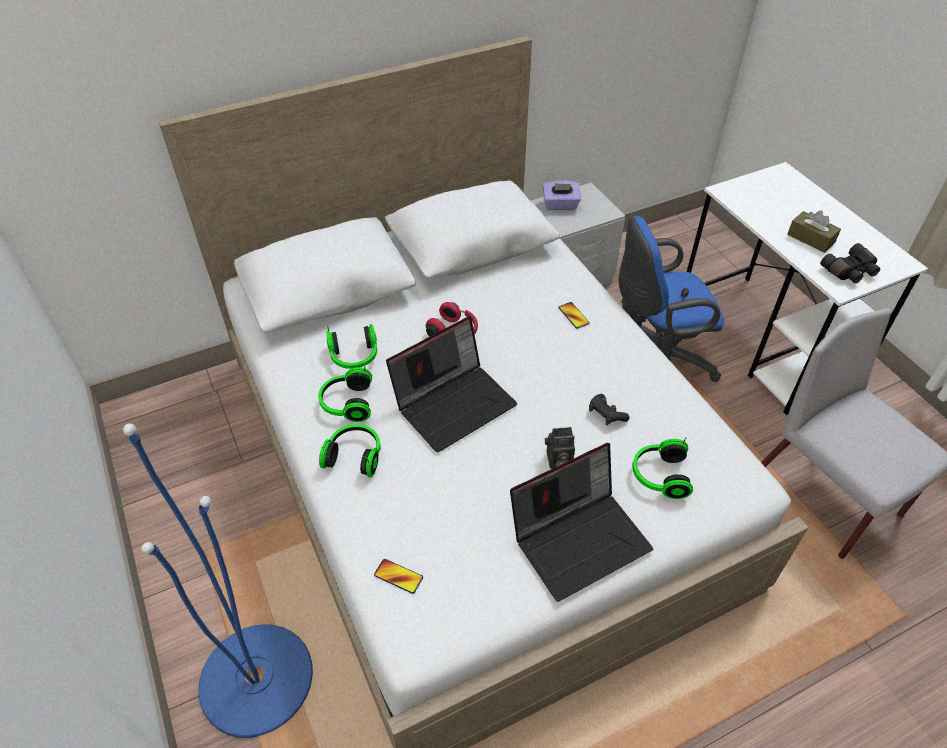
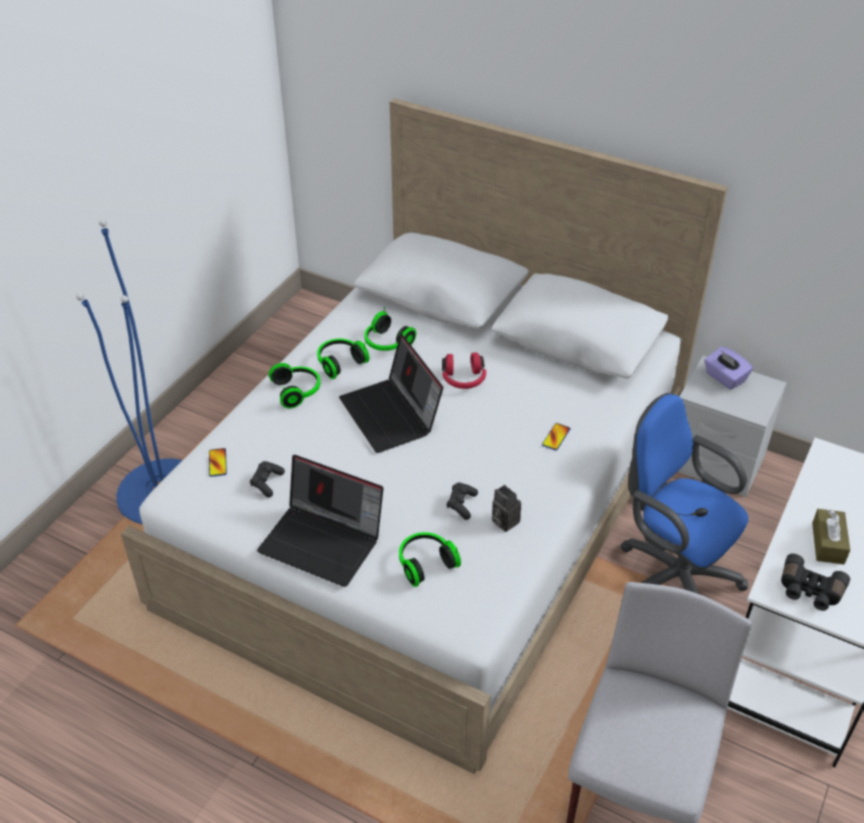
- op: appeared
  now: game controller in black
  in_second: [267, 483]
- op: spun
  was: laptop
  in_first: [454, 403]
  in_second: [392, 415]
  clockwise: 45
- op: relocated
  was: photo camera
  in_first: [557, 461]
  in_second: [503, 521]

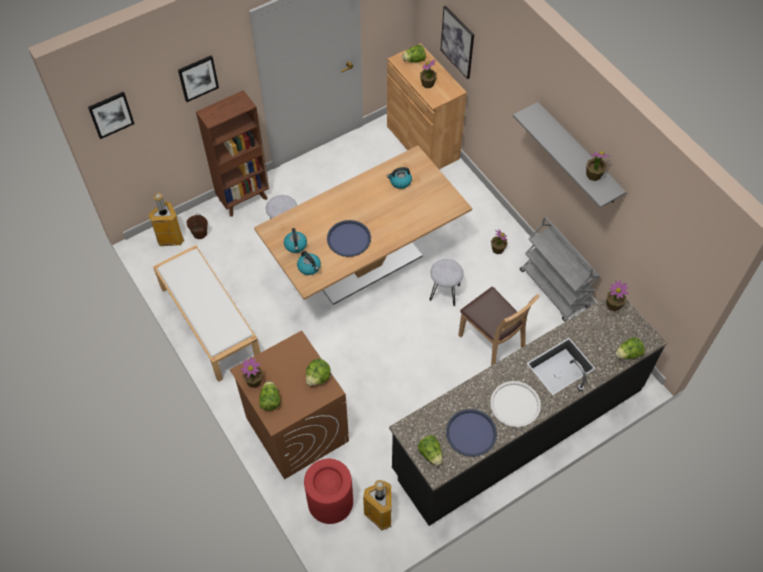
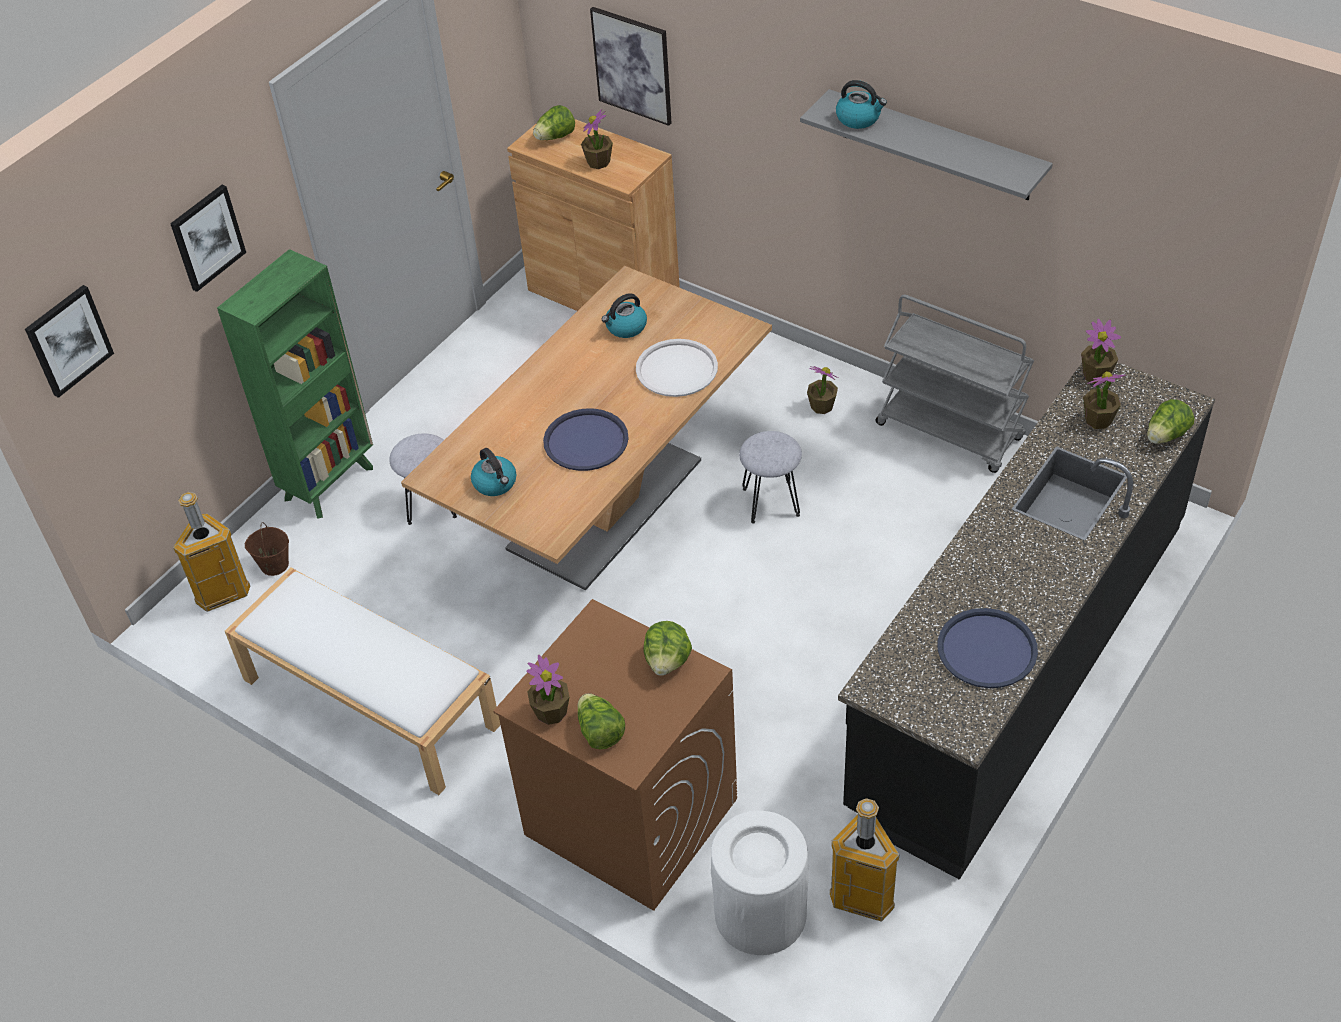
- op: colour
  was: bookcase in brown
  now: bookcase in green
  in_first: [244, 199]
  in_second: [330, 482]
- op: relocated
  was: tray in white
  in_first: [515, 404]
  in_second: [676, 369]
- op: colour
  was: trash can in red
  now: trash can in white
  in_first: [330, 502]
  in_second: [760, 913]
- op: relocated
  was: kettle
  in_first: [309, 267]
  in_second: [859, 118]
- op: relocated
  was: potted plant
  in_first: [593, 175]
  in_second: [1098, 420]
- op: missing
  was: lettuce
  in_first: [431, 454]
- op: missing
  was: chair in brown
  in_first: [491, 342]

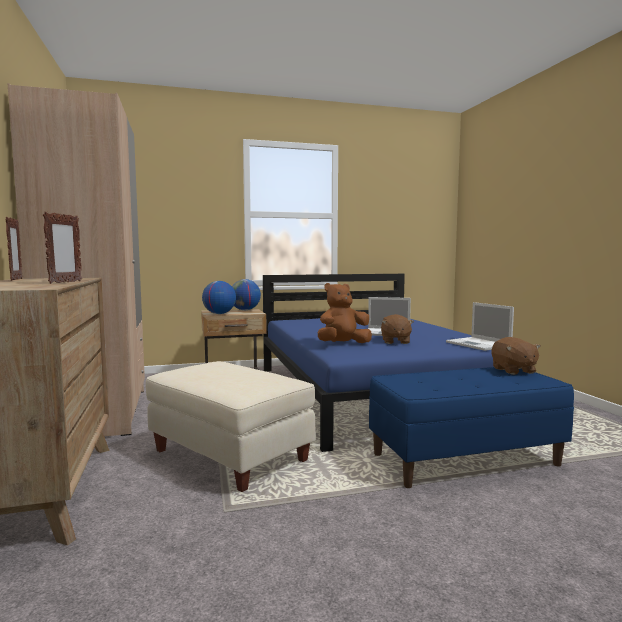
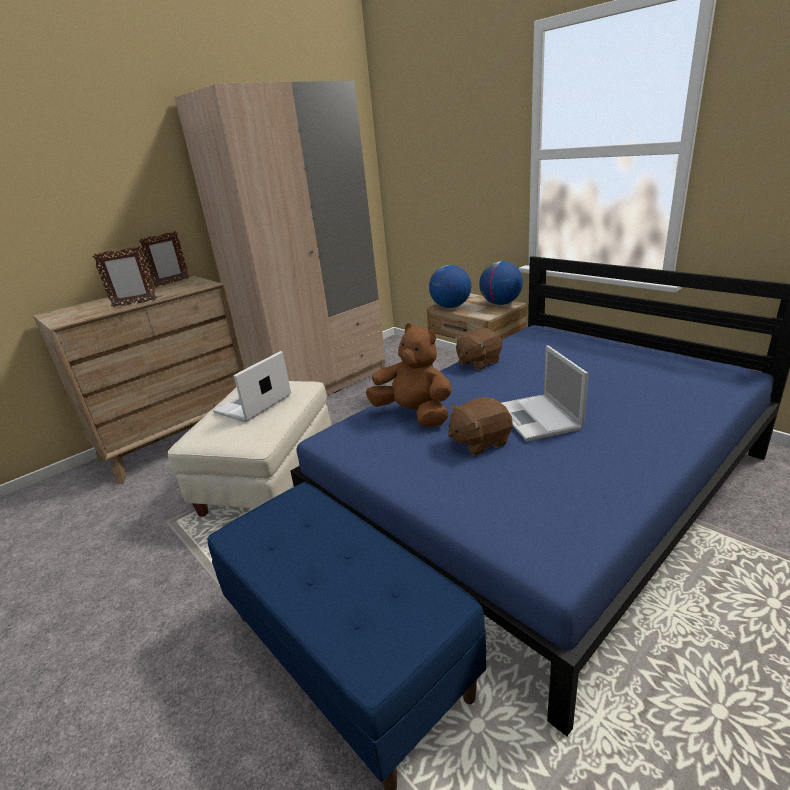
- op: relocated
  was: laptop
  in_first: [479, 344]
  in_second: [252, 405]
- op: relocated
  was: plush toy in brown
  in_first: [513, 370]
  in_second: [478, 362]

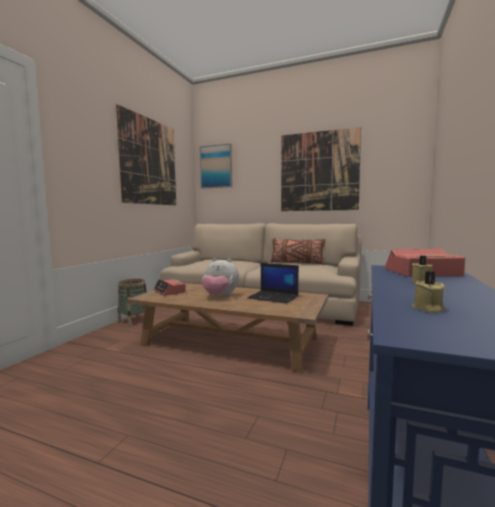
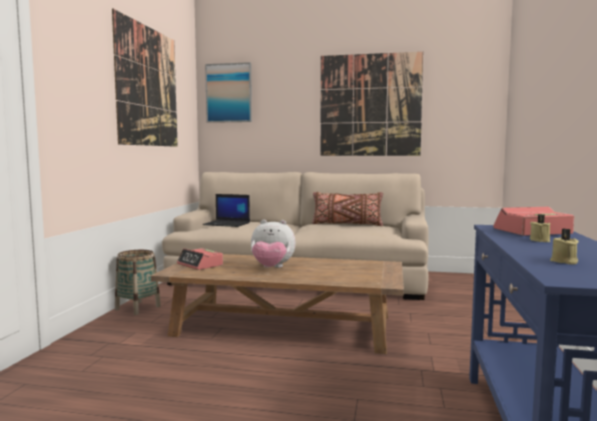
- op: relocated
  was: laptop
  in_first: [274, 297]
  in_second: [227, 224]

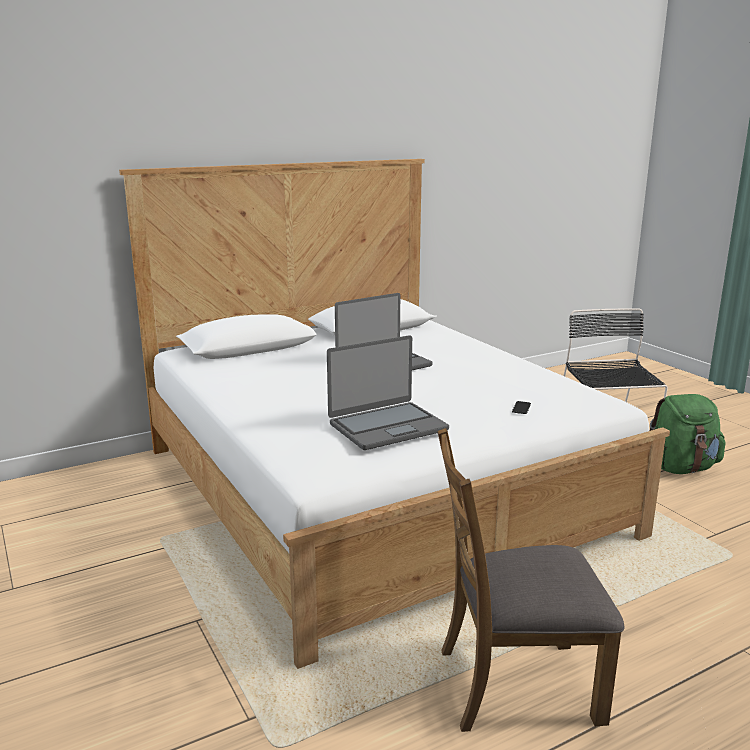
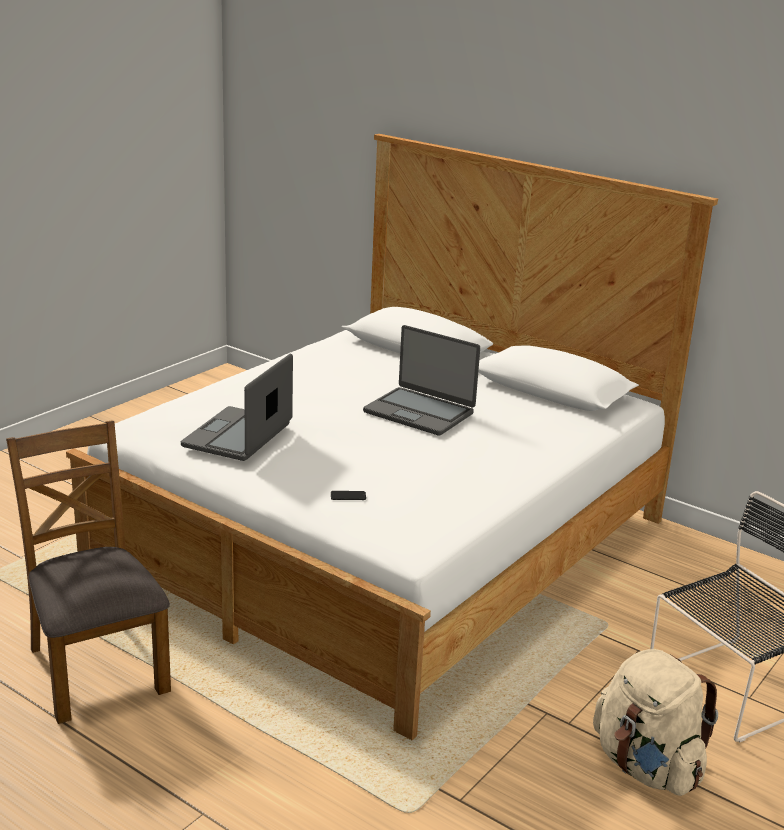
- op: spun
  was: laptop
  in_first: [387, 426]
  in_second: [239, 436]
  clockwise: 75
- op: colour
  was: backpack in green
  now: backpack in beige
  in_first: [680, 468]
  in_second: [647, 766]

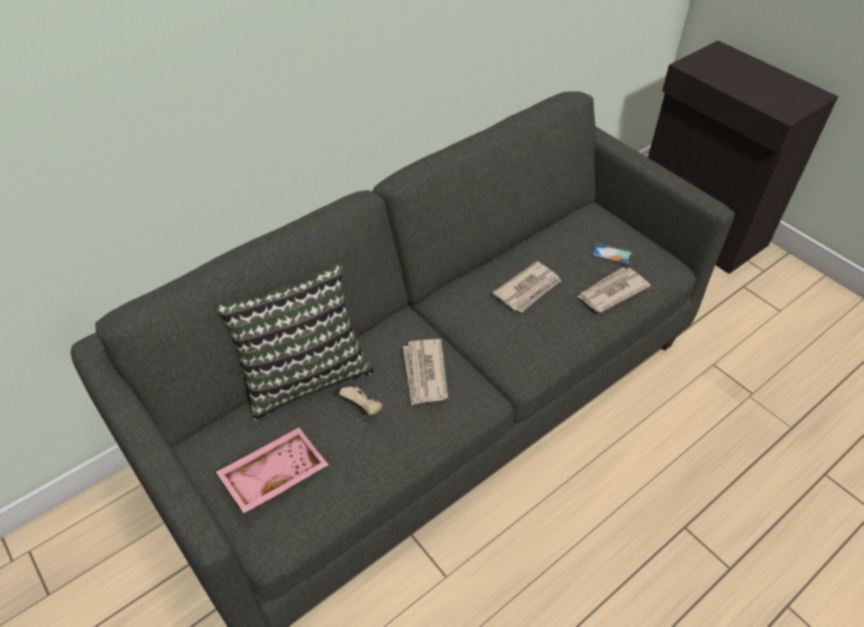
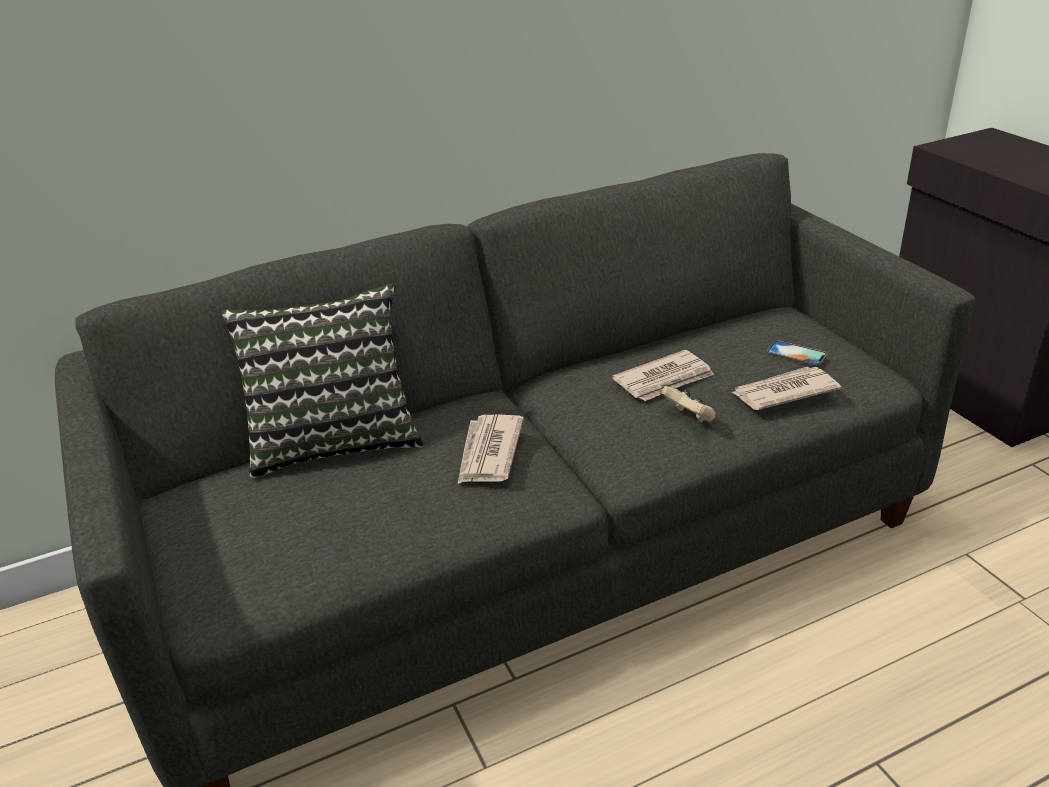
- op: relocated
  was: game controller in beige
  in_first: [363, 407]
  in_second: [689, 417]
- op: missing
  was: tray in pink
  in_first: [274, 474]

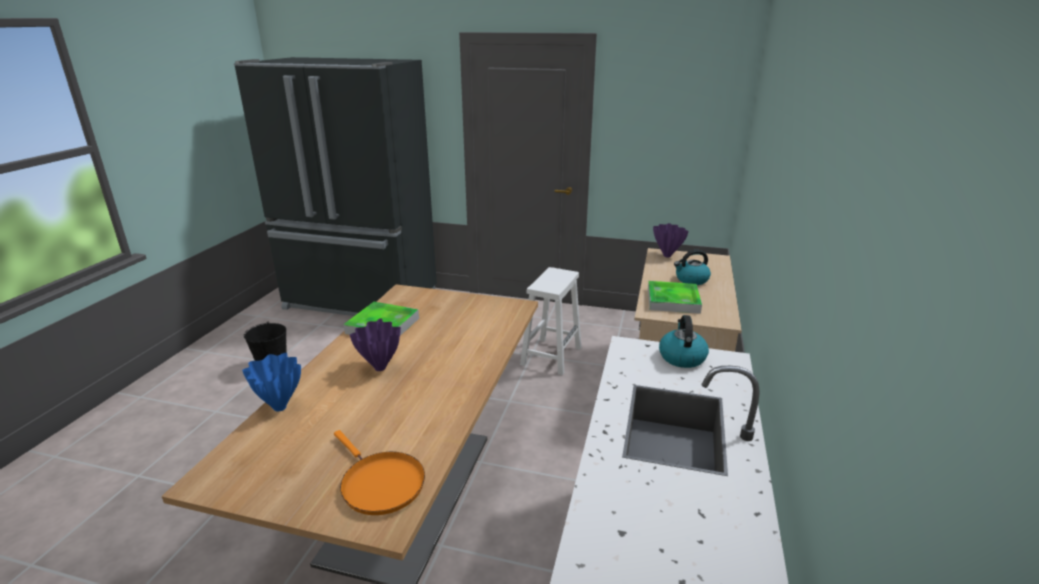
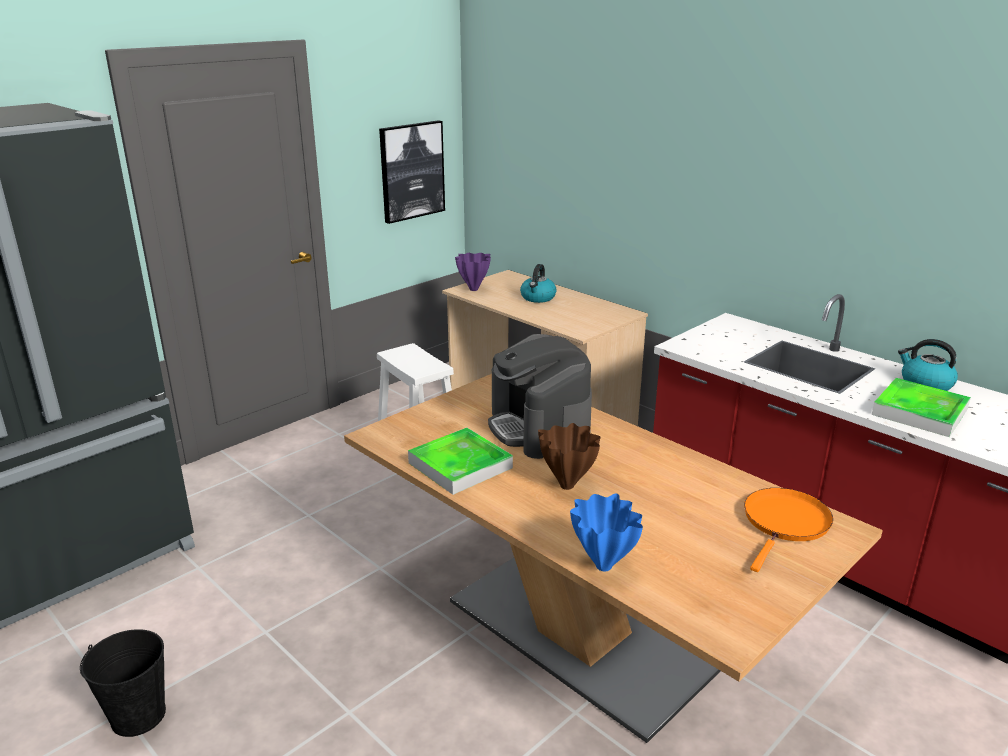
- op: appeared
  now: picture
  in_second: [411, 171]
- op: appeared
  now: coffee machine
  in_second: [539, 428]
- op: colour
  was: vase in purple
  now: vase in brown
  in_first: [380, 369]
  in_second: [568, 486]
- op: spun
  was: frying pan in orange
  in_first: [380, 483]
  in_second: [785, 523]
  clockwise: -45
- op: relocated
  was: tray
  in_first: [673, 300]
  in_second: [919, 412]
- op: relocated
  was: kettle
  in_first: [681, 357]
  in_second: [925, 384]

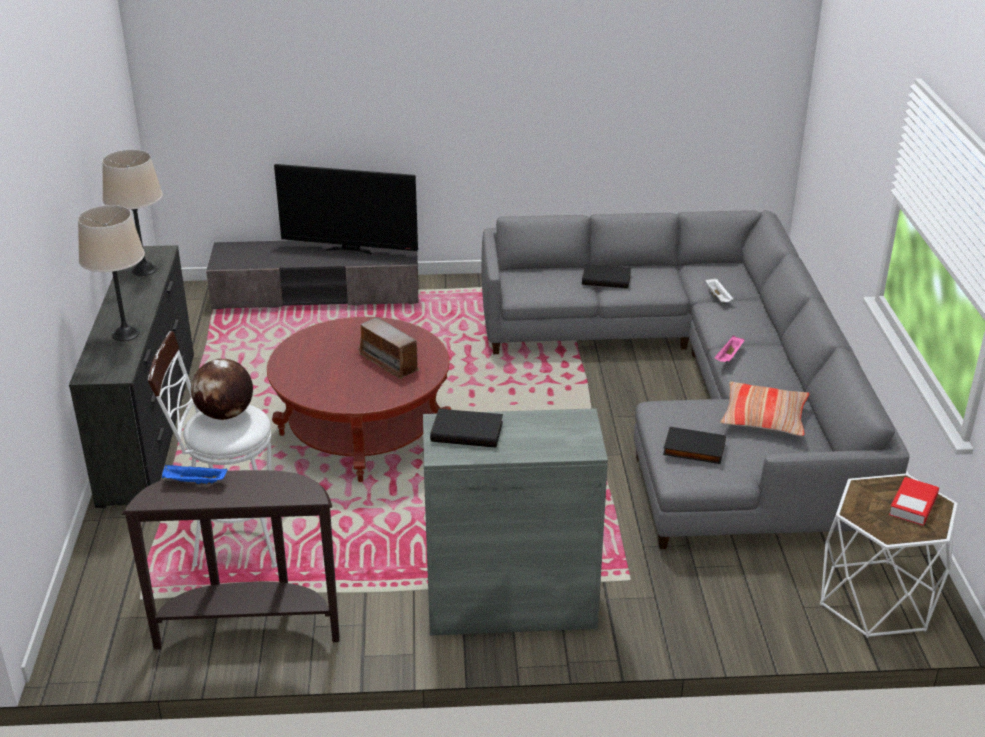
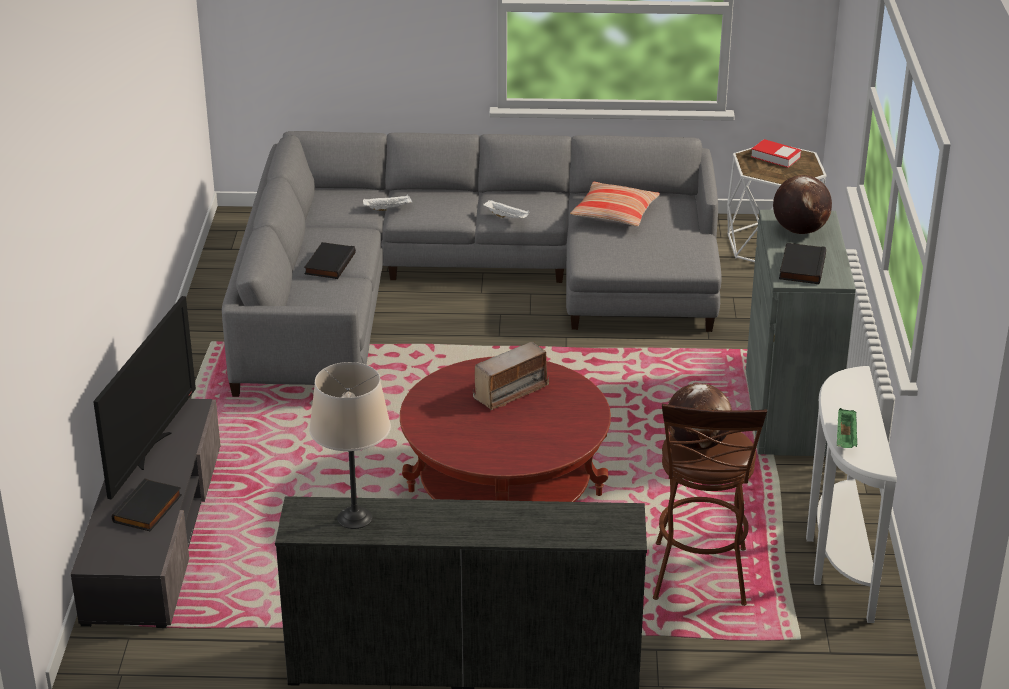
- op: relocated
  was: book in black
  in_first: [693, 449]
  in_second: [148, 509]
- op: colour
  was: tray in pink
  now: tray in white
  in_first: [729, 357]
  in_second: [507, 217]
- op: colour
  was: stool in white
  now: stool in brown
  in_first: [232, 540]
  in_second: [700, 580]
- op: appeared
  now: globe
  in_second: [799, 230]
- op: colour
  was: console table in brown
  now: console table in white
  in_first: [249, 628]
  in_second: [837, 562]
- op: colour
  was: tray in blue
  now: tray in green
  in_first: [194, 482]
  in_second: [846, 438]
- op: missing
  was: table lamp in beige
  in_first: [125, 334]

